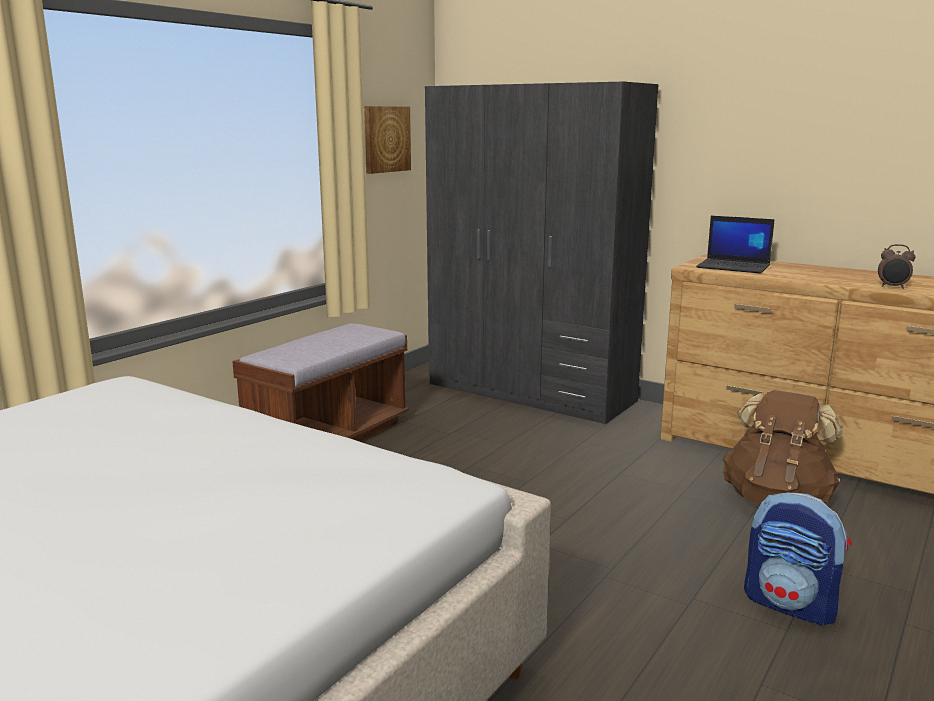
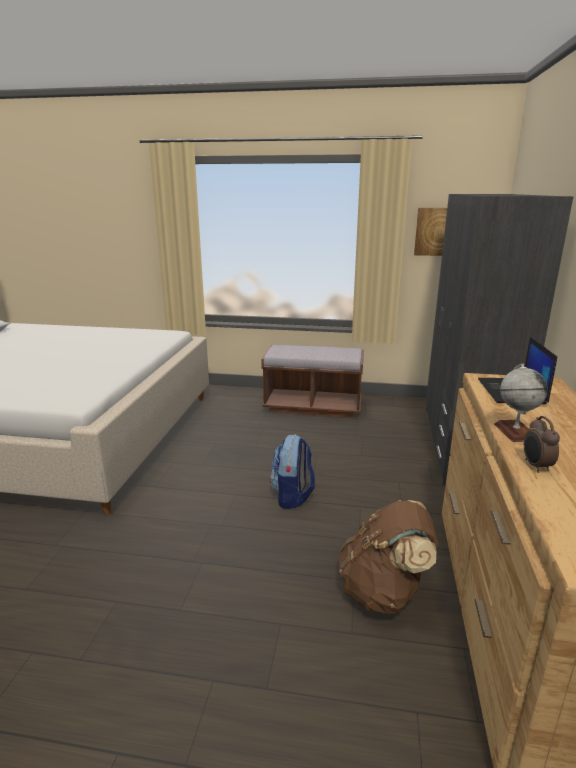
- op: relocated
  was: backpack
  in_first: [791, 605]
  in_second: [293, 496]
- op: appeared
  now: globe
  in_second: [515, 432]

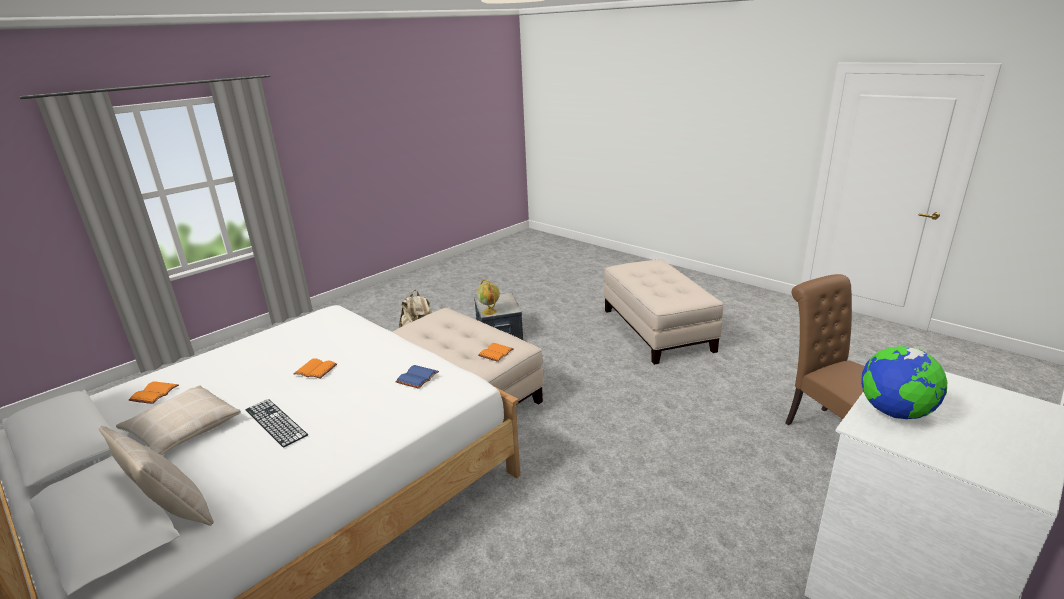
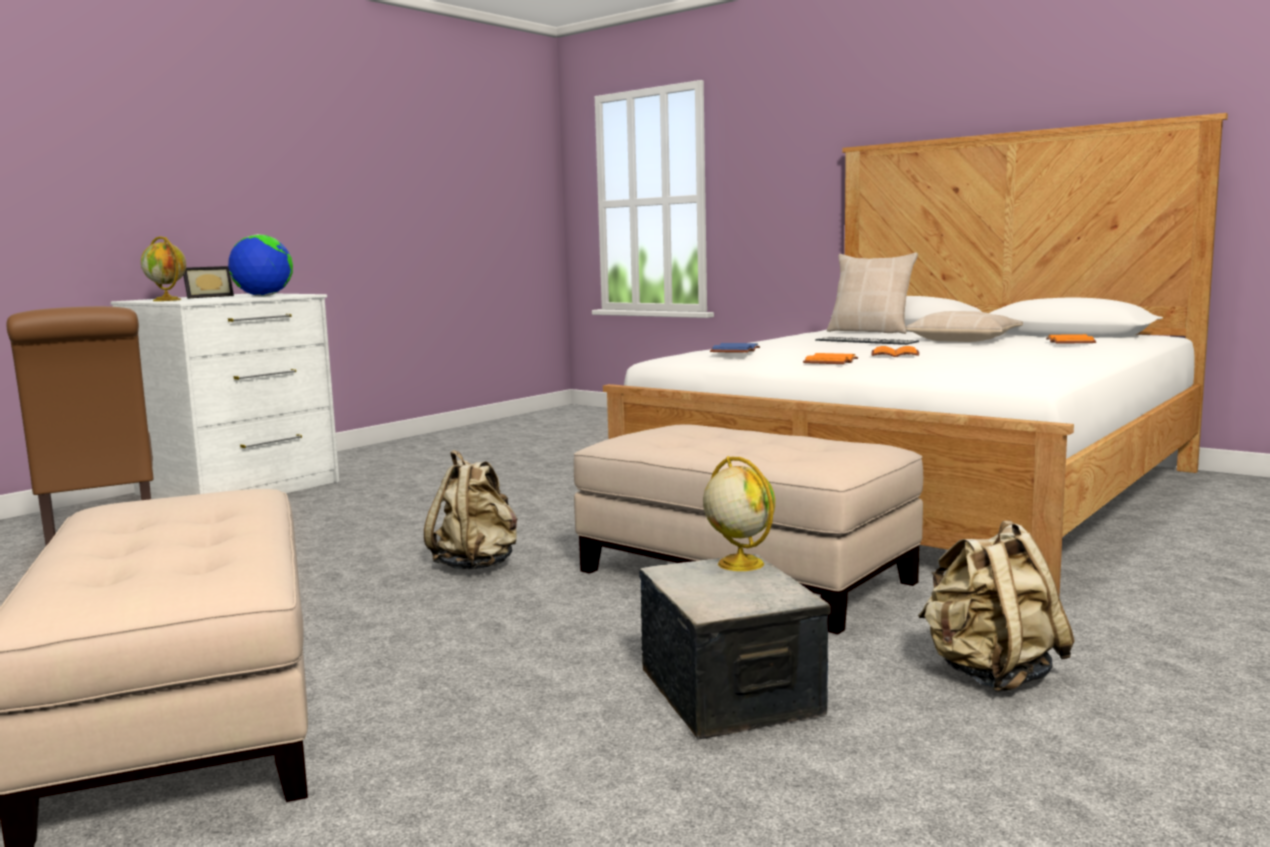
- op: appeared
  now: globe
  in_second: [167, 300]
- op: appeared
  now: picture frame
  in_second: [207, 297]
- op: appeared
  now: backpack in beige
  in_second: [477, 565]
- op: relocated
  was: book in orange
  in_first: [495, 352]
  in_second: [832, 362]

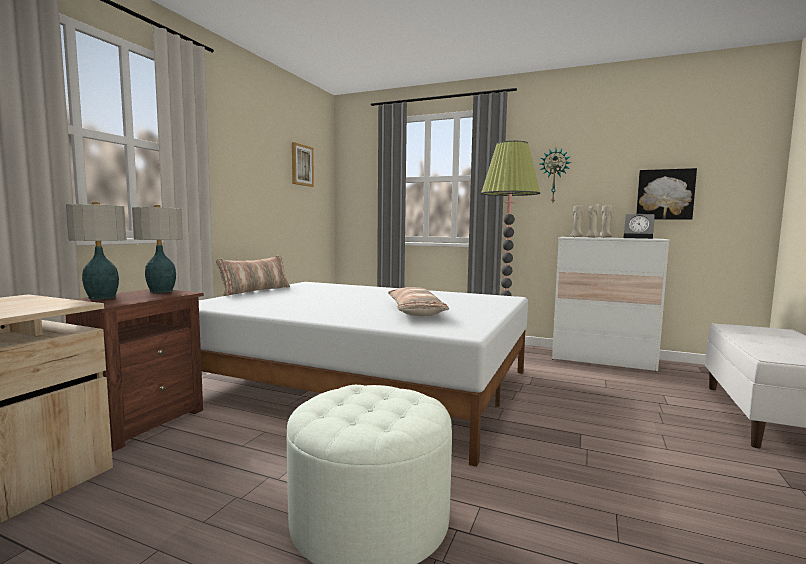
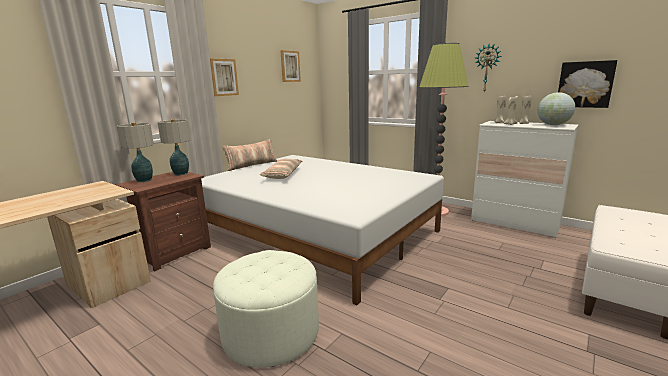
- op: appeared
  now: picture
  in_second: [223, 77]
- op: relocated
  was: pillow
  in_first: [415, 311]
  in_second: [282, 174]
- op: exchanged
  was: alarm clock
  now: globe
  in_first: [639, 238]
  in_second: [553, 125]

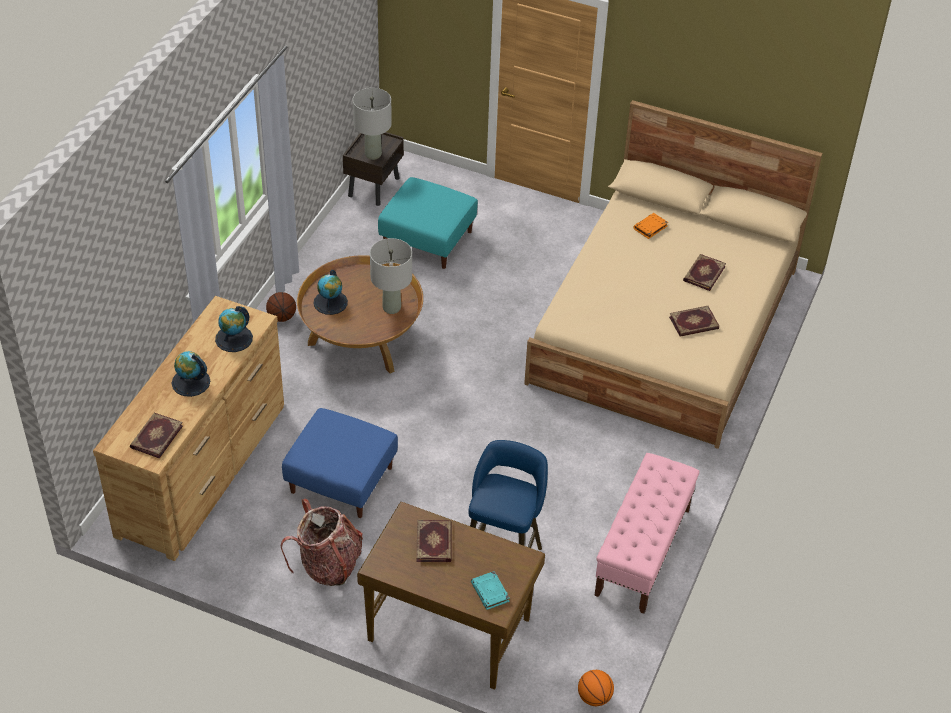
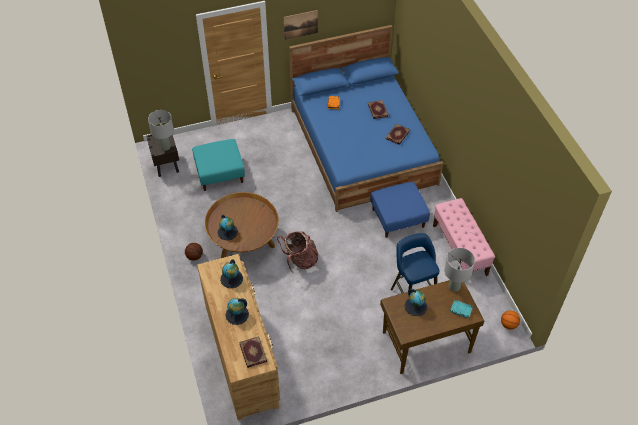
- op: relocated
  was: backpack
  in_first: [328, 565]
  in_second: [300, 260]
- op: appeared
  now: picture
  in_second: [300, 24]
- op: colour
  was: bed in beige
  now: bed in blue
  in_first: [665, 325]
  in_second: [362, 146]
- op: relocated
  was: ottoman in blue
  in_first: [342, 479]
  in_second: [398, 218]
- op: exchanged
  was: book
  now: globe
  in_first: [434, 542]
  in_second: [415, 306]
- op: relocated
  was: table lamp in grey
  in_first: [392, 307]
  in_second: [454, 287]

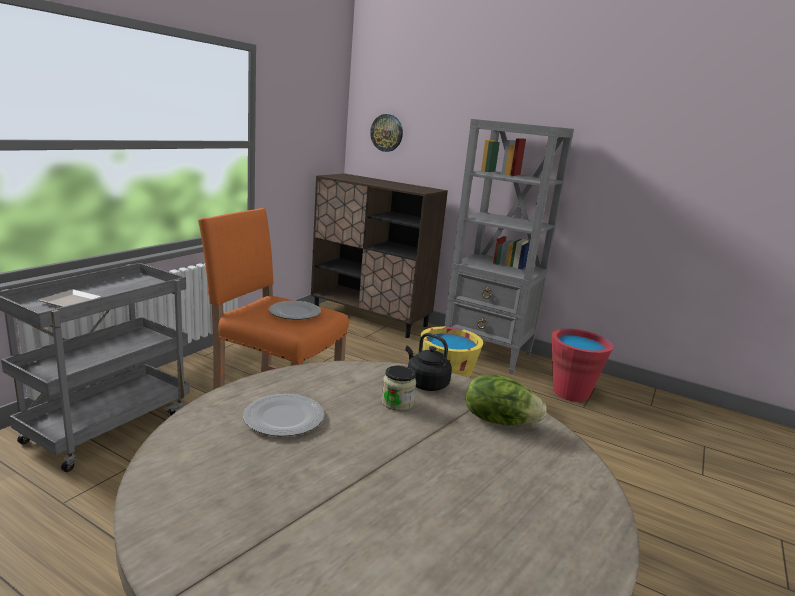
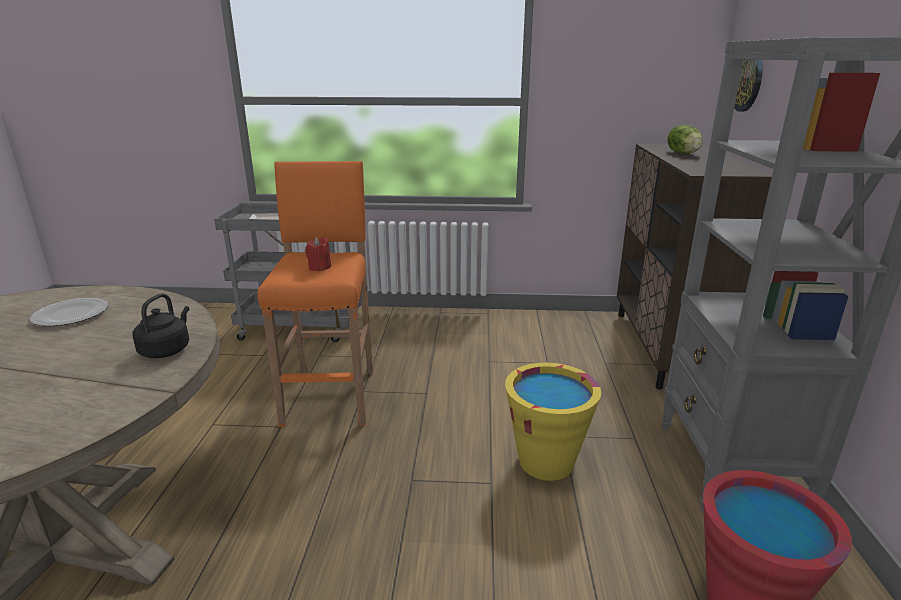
- op: exchanged
  was: plate
  now: candle in red
  in_first: [294, 312]
  in_second: [319, 267]
- op: relocated
  was: lettuce
  in_first: [498, 420]
  in_second: [683, 153]
- op: missing
  was: jar
  in_first: [397, 403]

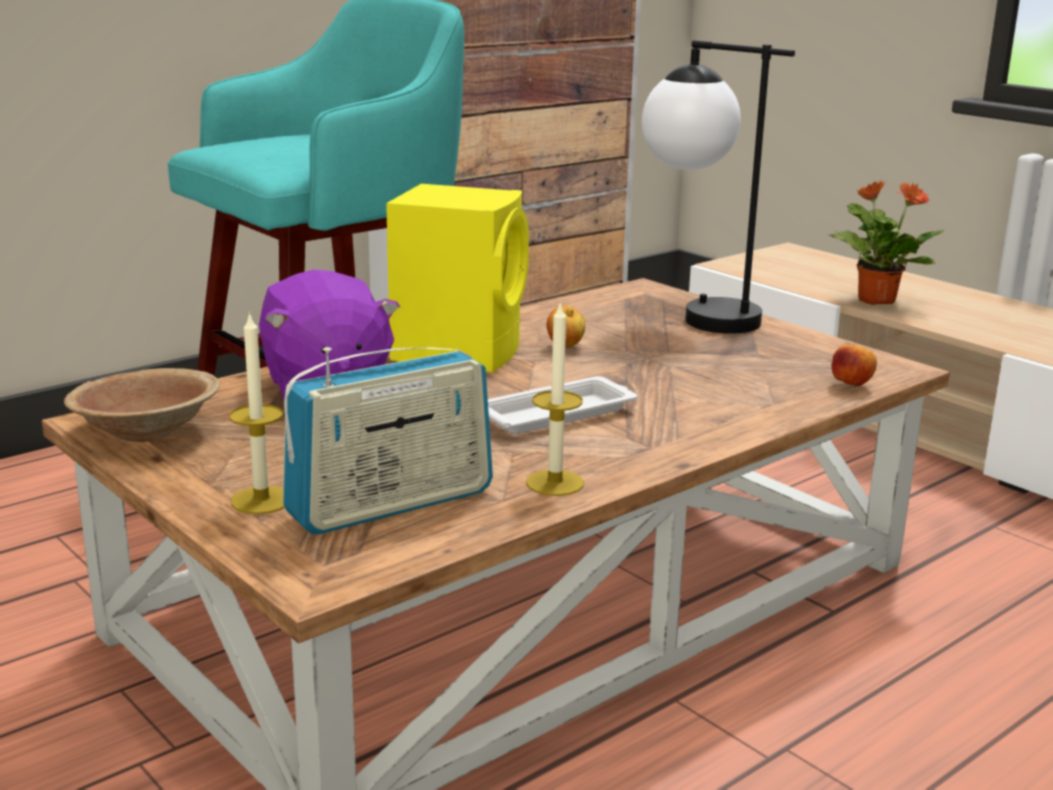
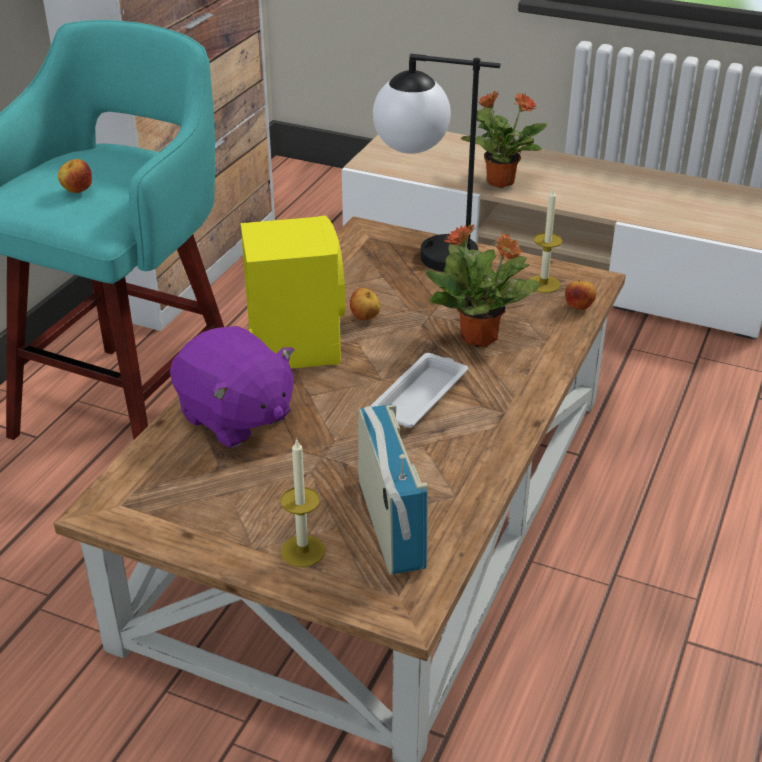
- op: appeared
  now: apple
  in_second: [77, 191]
- op: spun
  was: radio
  in_first: [391, 504]
  in_second: [390, 524]
  clockwise: -45
- op: appeared
  now: potted plant
  in_second: [480, 338]
- op: relocated
  was: candle
  in_first: [555, 483]
  in_second: [543, 284]
- op: missing
  was: bowl in brown
  in_first: [147, 432]

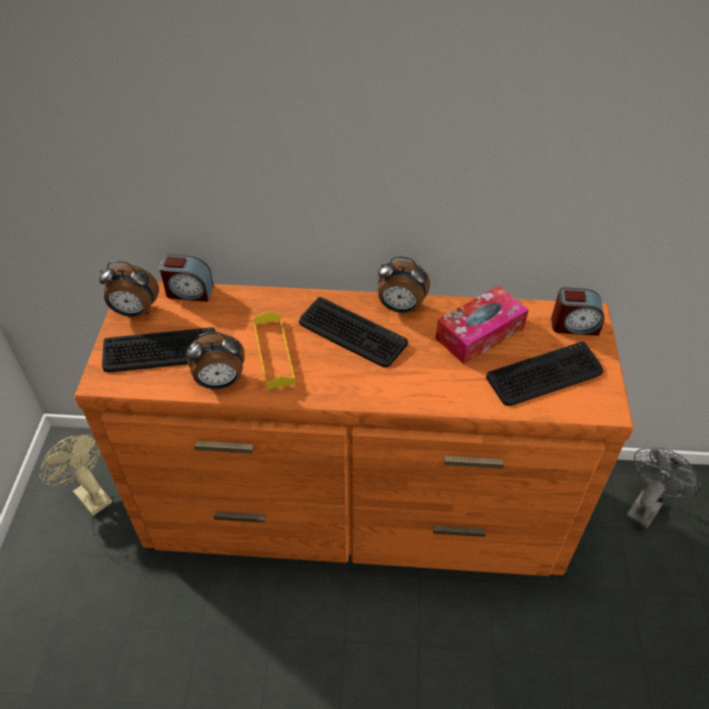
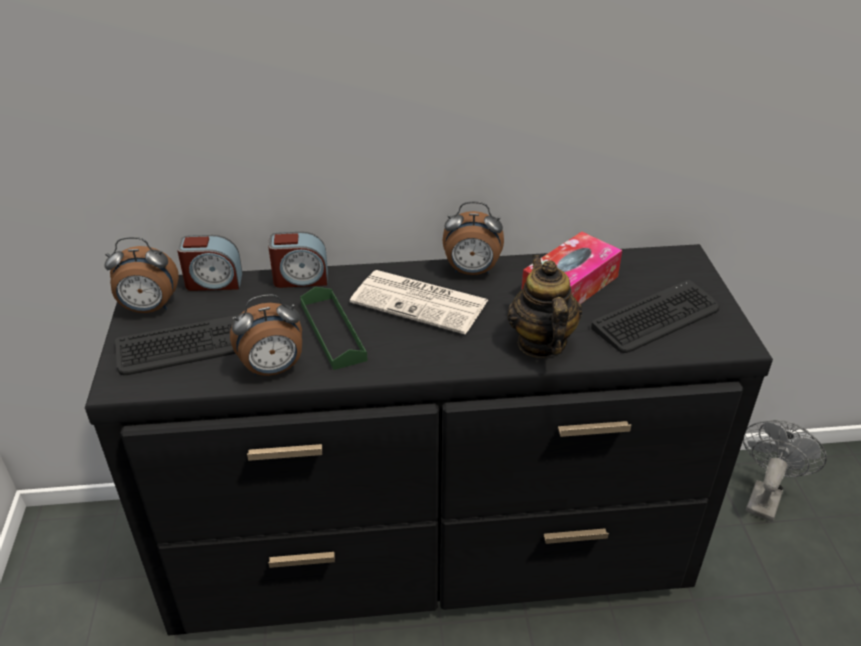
- op: colour
  was: dresser in orange
  now: dresser in black
  in_first: [356, 506]
  in_second: [431, 546]
- op: relocated
  was: alarm clock
  in_first: [574, 325]
  in_second: [300, 278]
- op: colour
  was: tray in yellow
  now: tray in green
  in_first: [274, 353]
  in_second: [333, 332]
- op: exchanged
  was: keyboard
  now: newspaper
  in_first: [351, 333]
  in_second: [421, 302]
- op: appeared
  now: teapot
  in_second: [541, 343]
- op: missing
  was: fan in beige
  in_first: [88, 493]

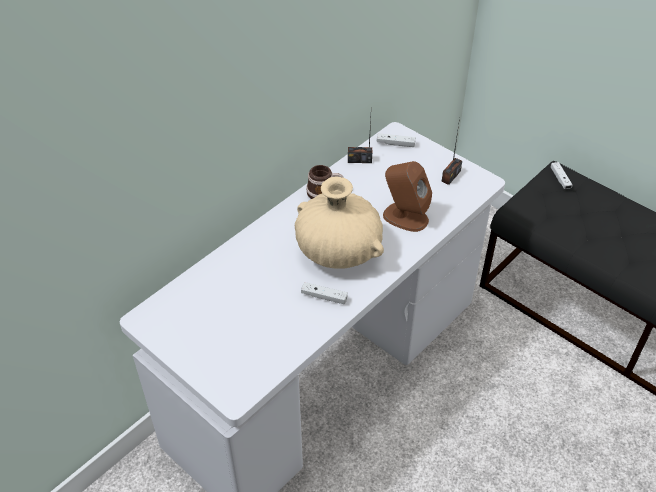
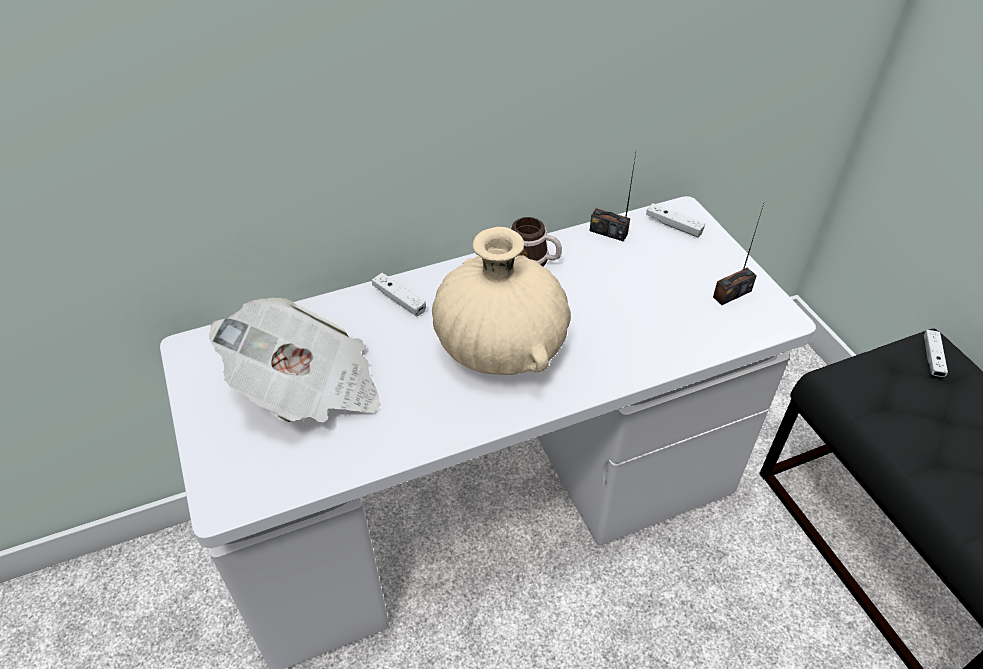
- op: appeared
  now: newspaper
  in_second: [308, 389]
- op: relocated
  was: game controller in white
  in_first: [324, 297]
  in_second: [399, 300]
- op: missing
  was: speaker in brown
  in_first: [405, 217]

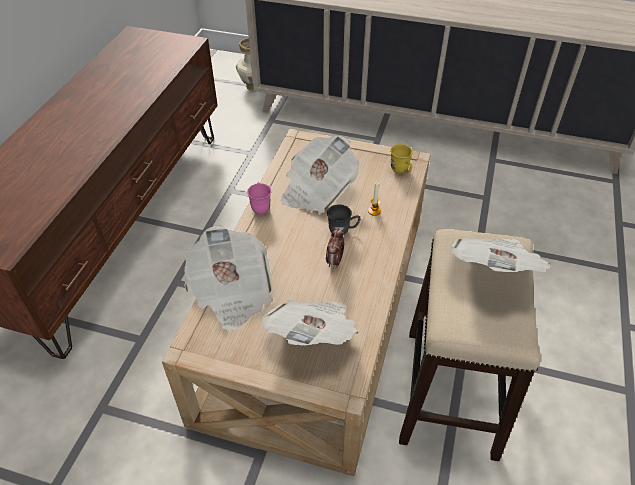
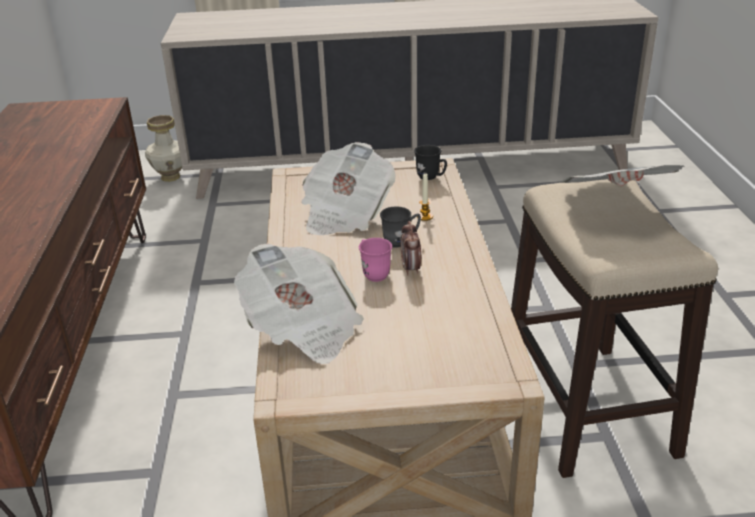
- op: relocated
  was: mug in pink
  in_first: [260, 206]
  in_second: [373, 273]
- op: colour
  was: mug in yellow
  now: mug in black
  in_first: [401, 171]
  in_second: [431, 177]
- op: missing
  was: newspaper
  in_first: [313, 335]

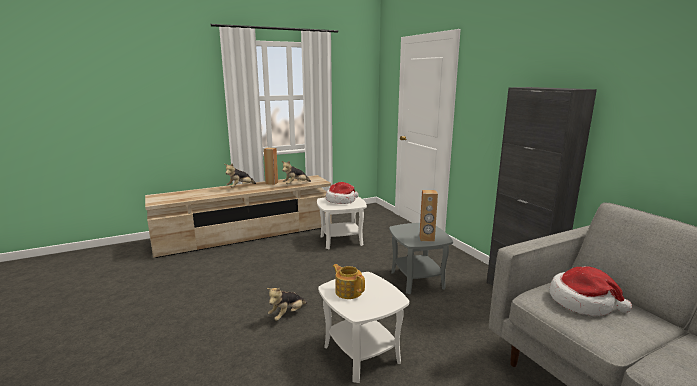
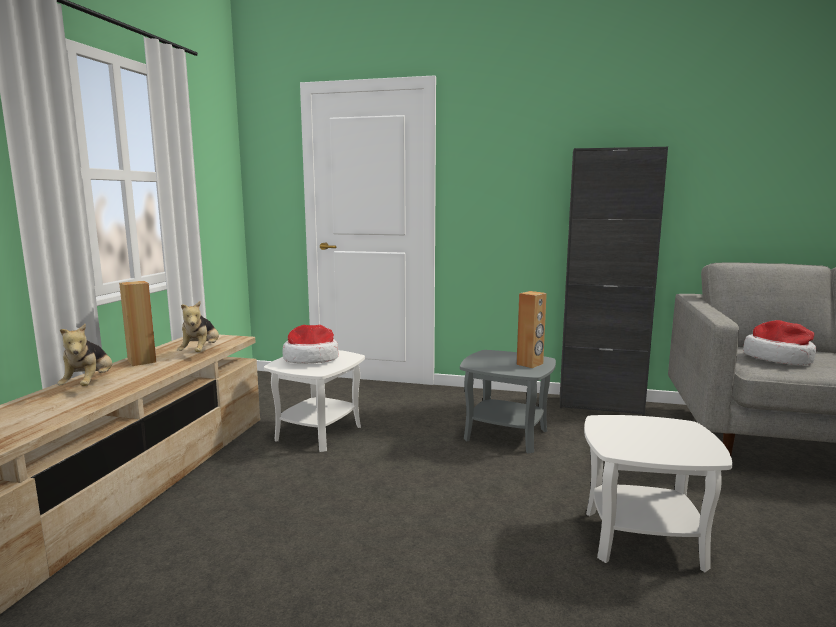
- op: missing
  was: plush toy
  in_first: [287, 314]
- op: missing
  was: teapot
  in_first: [348, 291]

